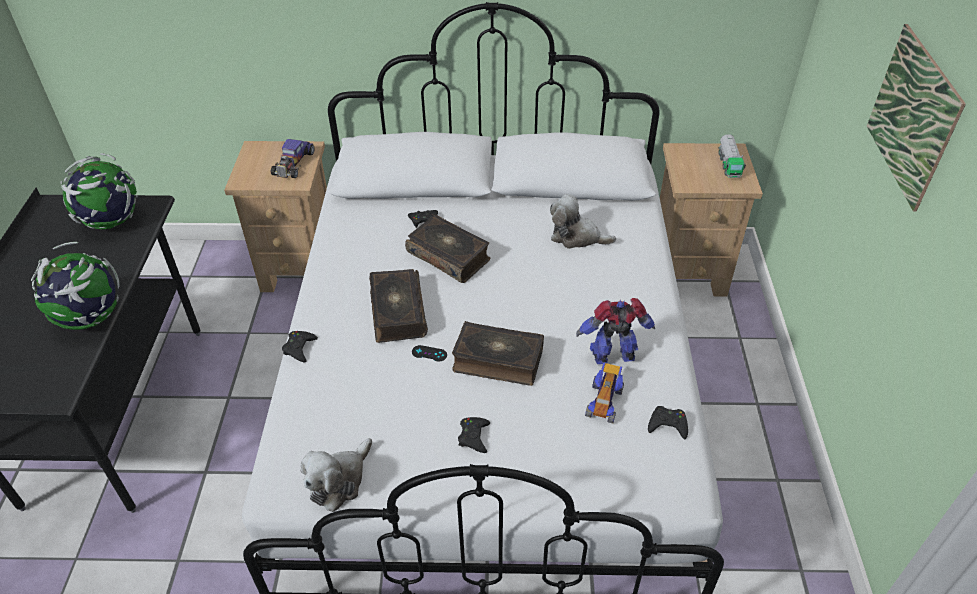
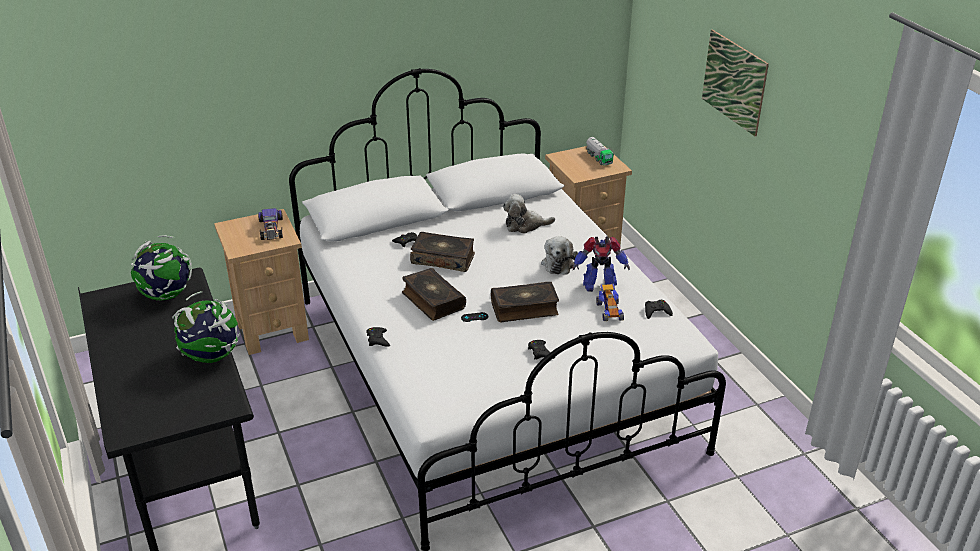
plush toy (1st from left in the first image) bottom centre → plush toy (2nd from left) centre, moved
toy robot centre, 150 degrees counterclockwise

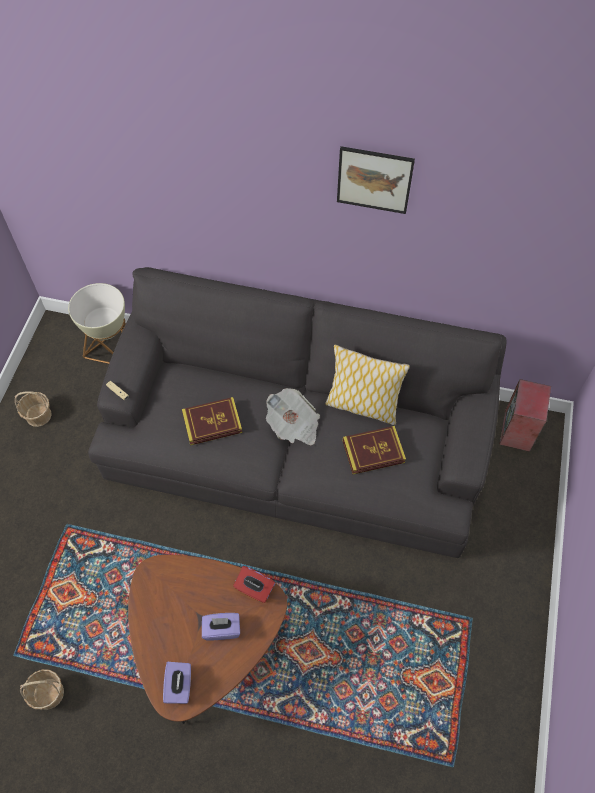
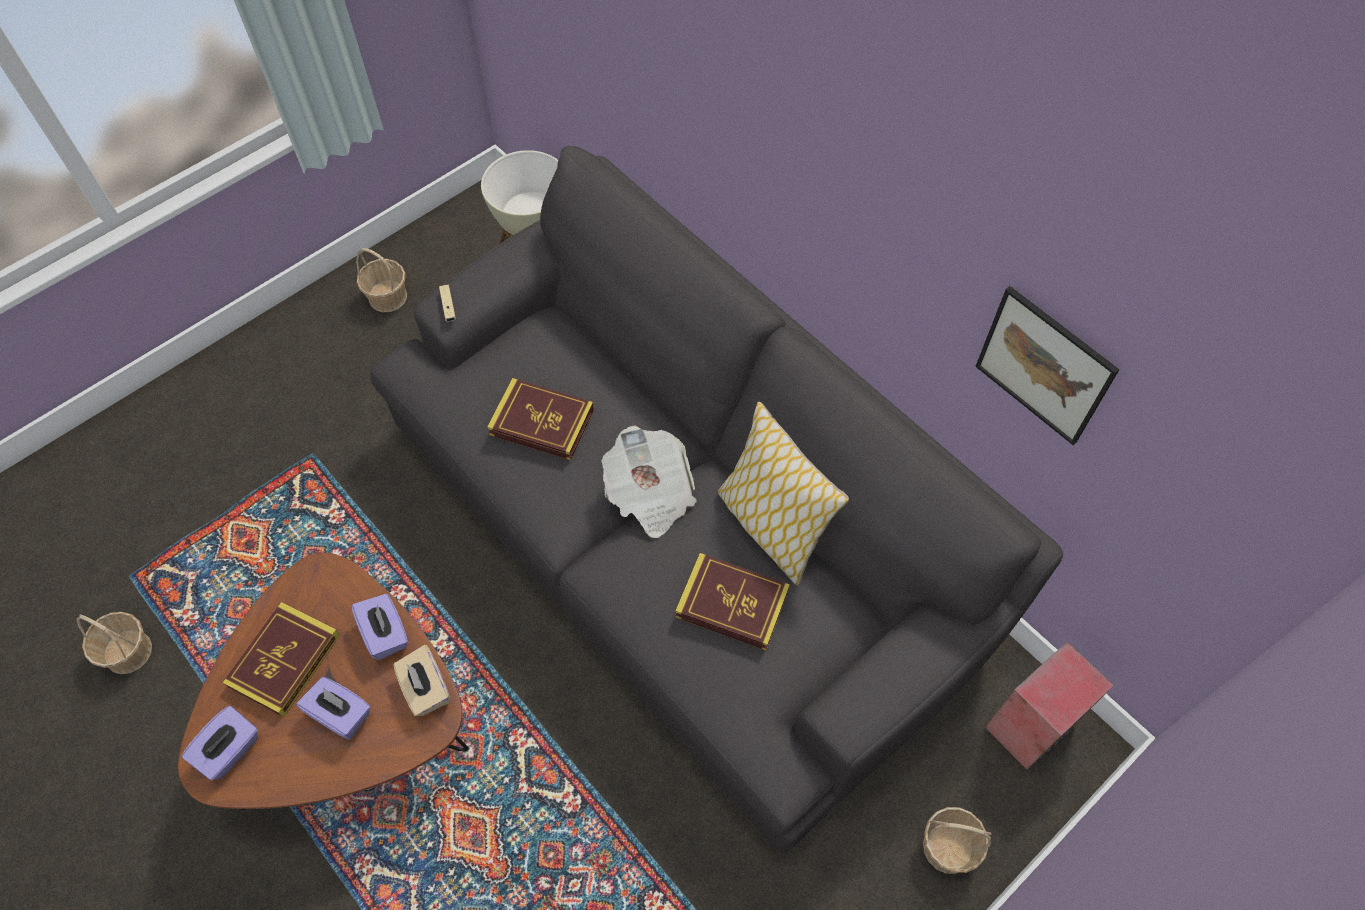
- → book (1st from left) bottom left
- → purple tissue box (3rd from left) bottom left
- → basket (3rd from left) bottom right
picture top centre → picture middle right, moved
red tissue box bottom centre → beige tissue box bottom left

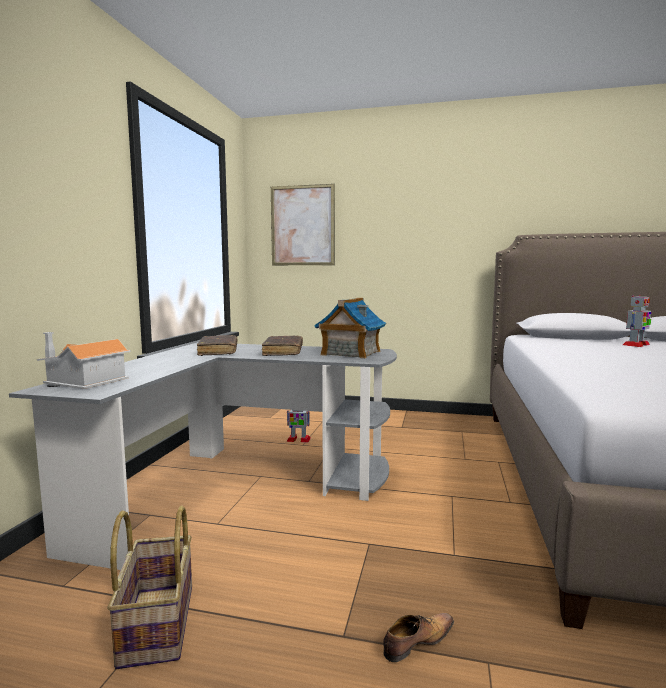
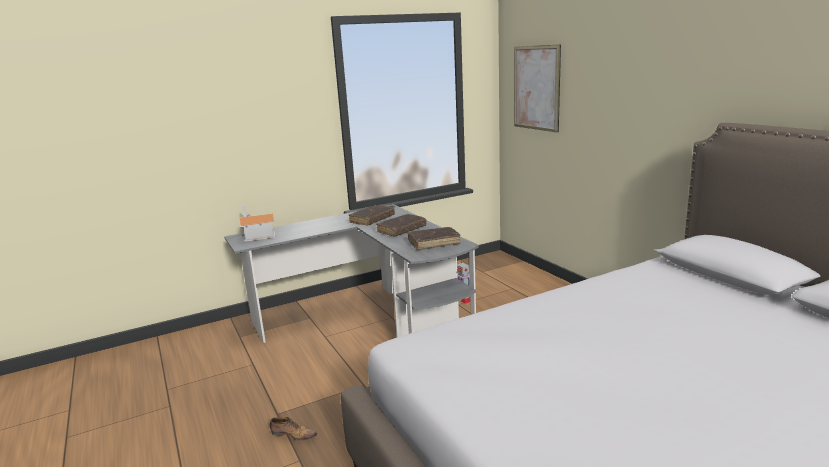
basket bottom left → -
toy robot (2nd from left) middle right → -
toy house (2nd from left) centre → brown book (3rd from left) centre

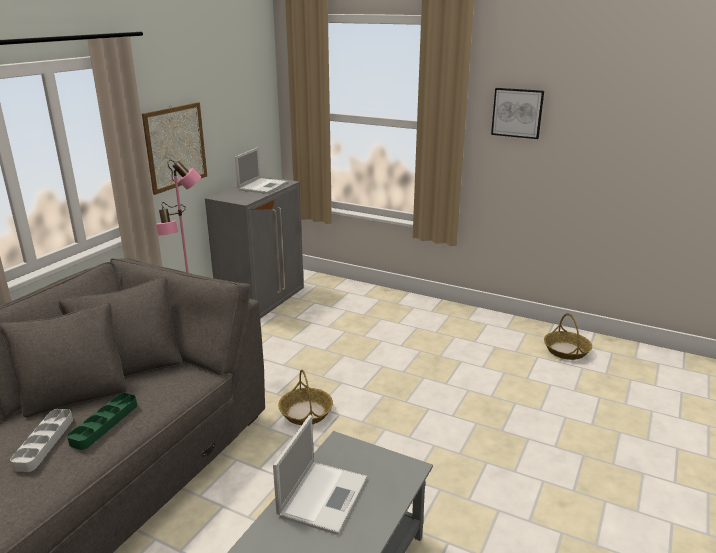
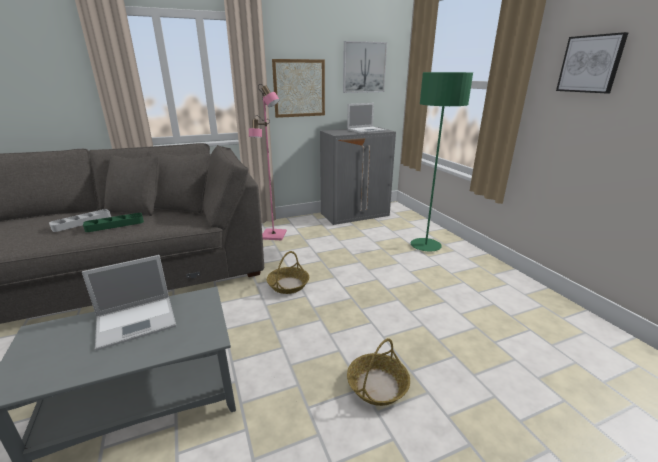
- → picture (2nd from left) top centre
- → green floor lamp middle right
basket (2nd from left) middle right → basket (2nd from left) bottom centre, moved

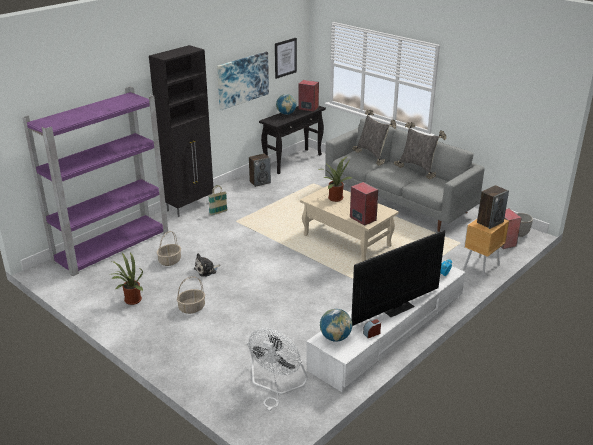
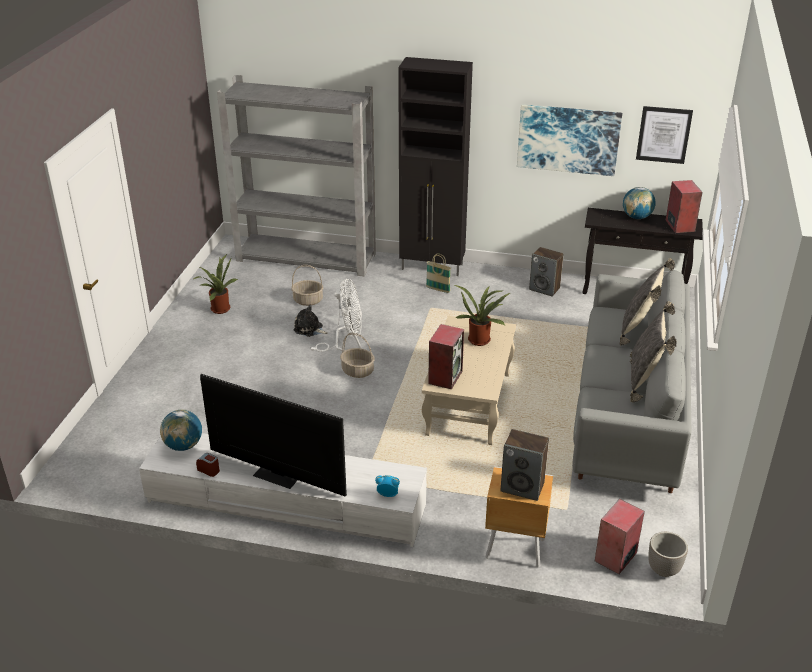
basket (2nd from left) middle left → basket (2nd from left) centre, moved
white fan bottom centre → white fan centre, moved
purple bookcase middle left → grey bookcase top centre

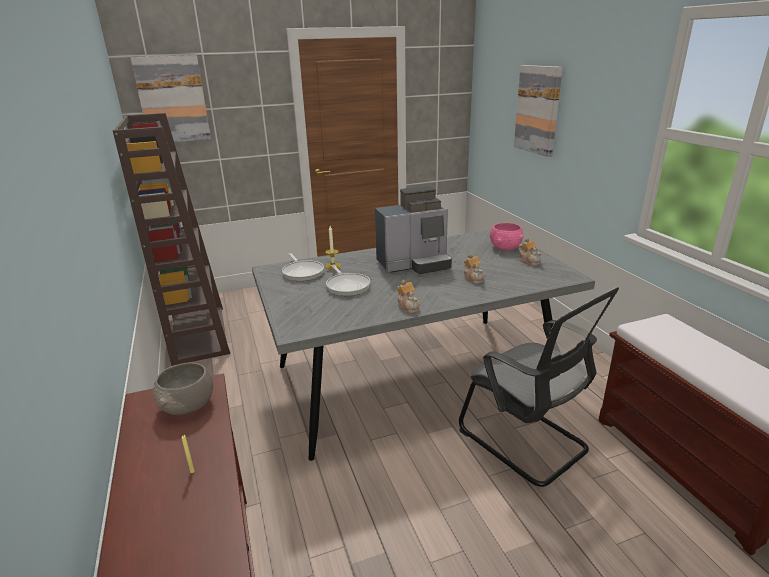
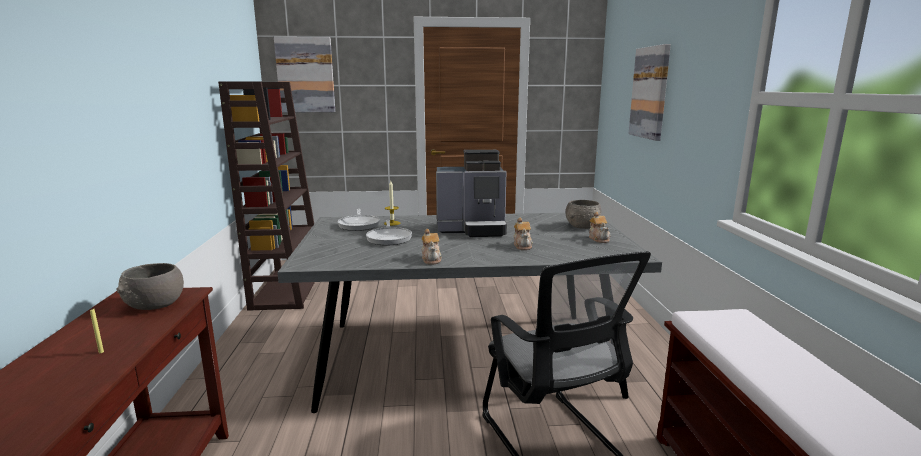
pink bowl centre → grey bowl (2nd from left) centre

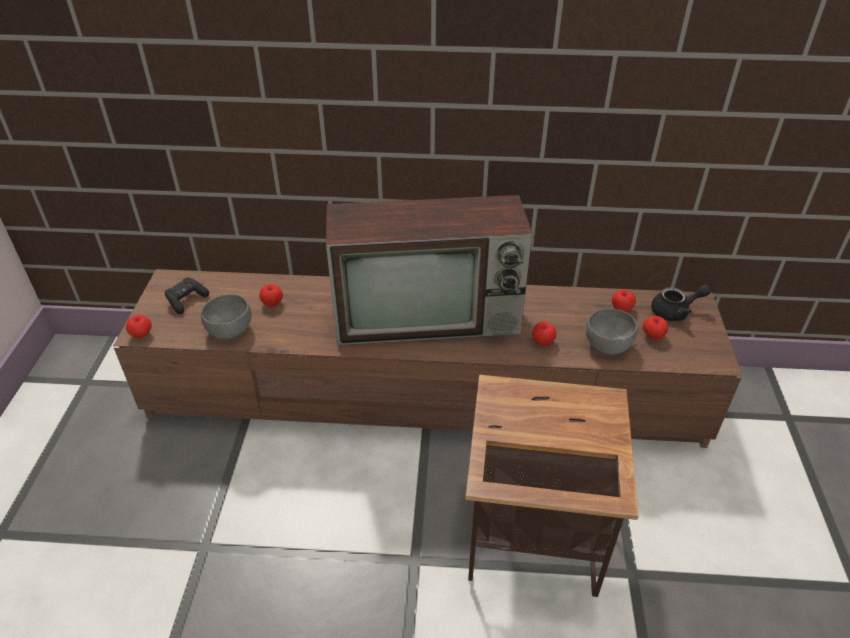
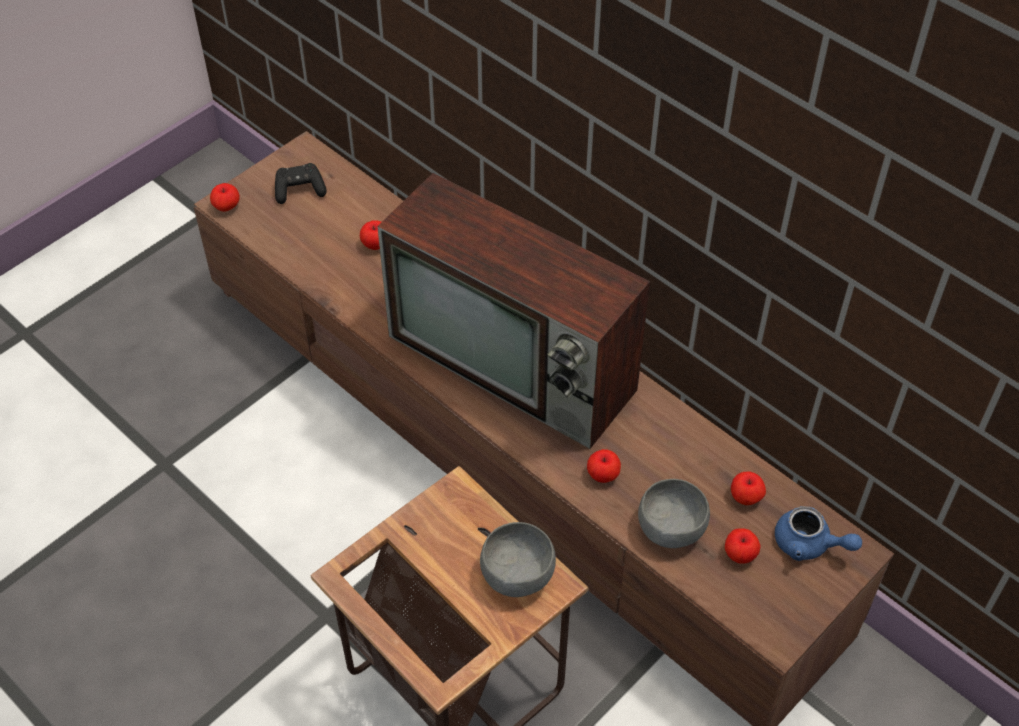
grey bowl (1st from left) middle left → grey bowl (1st from left) bottom centre, moved
black teapot middle right → blue teapot bottom right

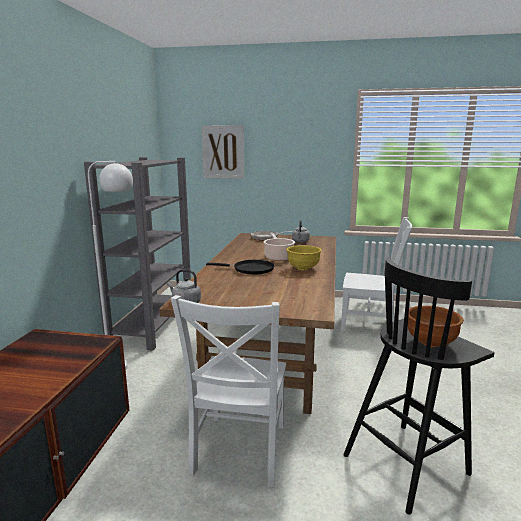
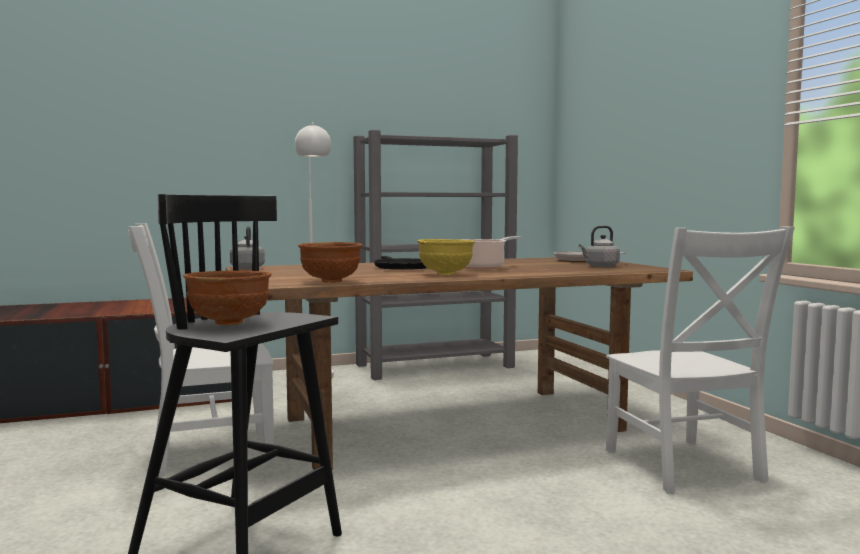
picture top centre → -
- → brown bowl (2nd from left) centre

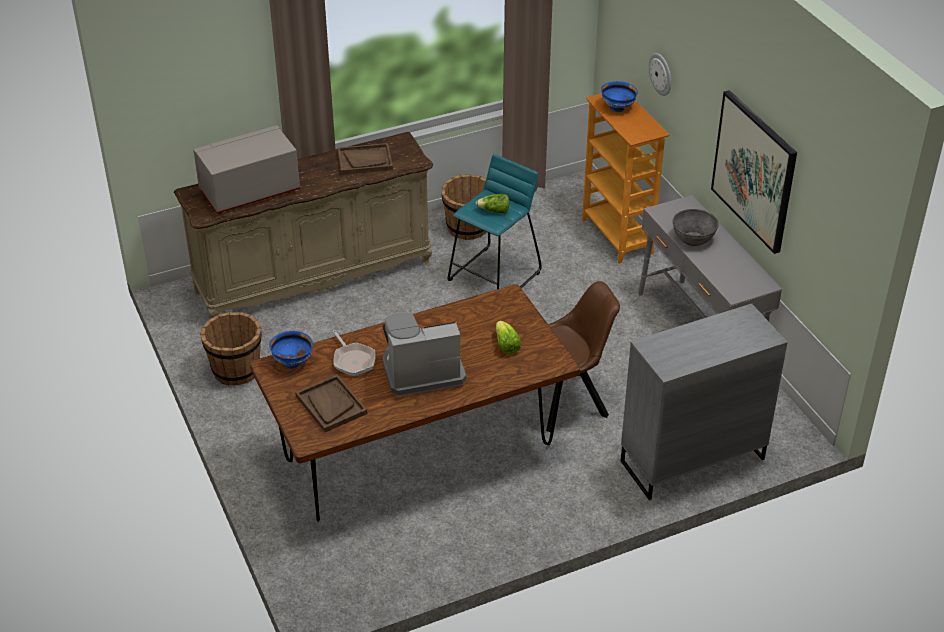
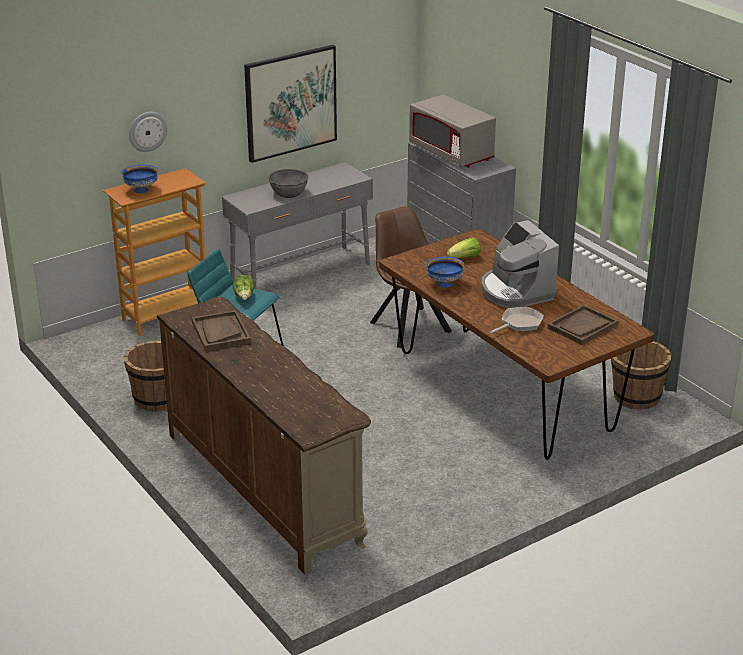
grey microwave top left → grey microwave top centre, moved
brown bucket (1st from left in the first image) middle left → brown bucket (2nd from left) middle right, moved
blue bowl (1st from left in the first image) middle left → blue bowl (2nd from left) centre, moved

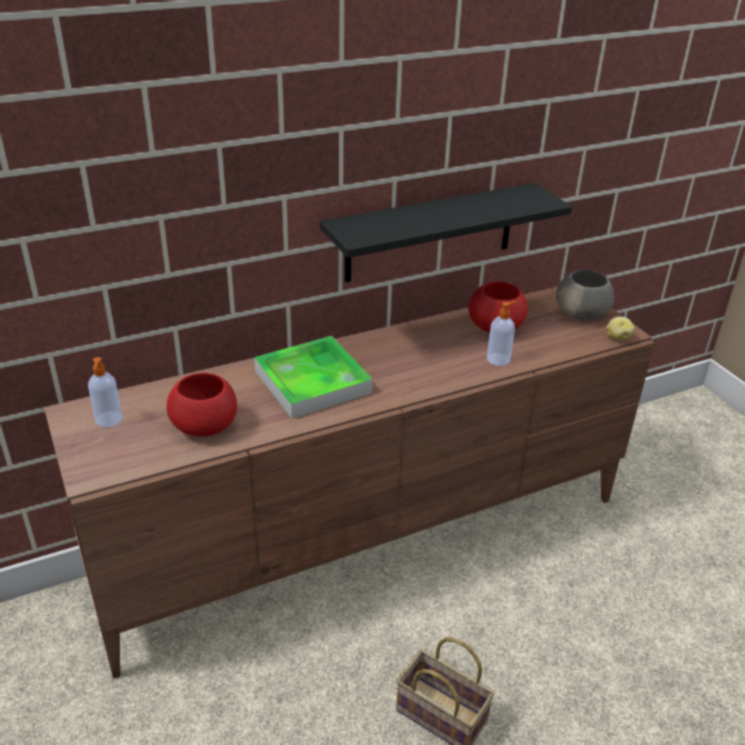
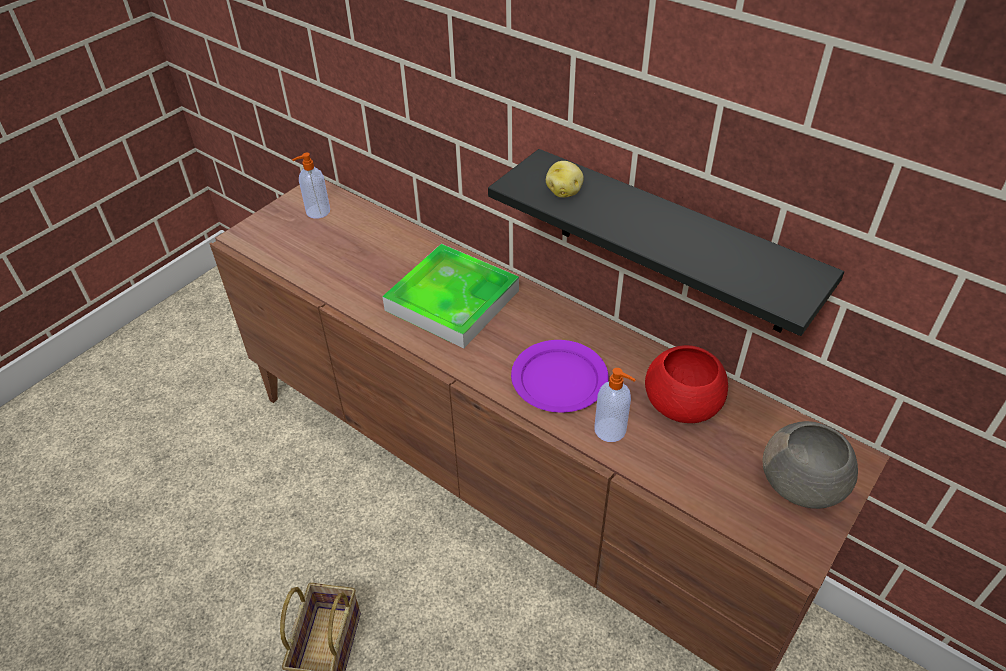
red bowl (1st from left) middle left → -
- → purple plate centre
potato middle right → potato top centre, moved

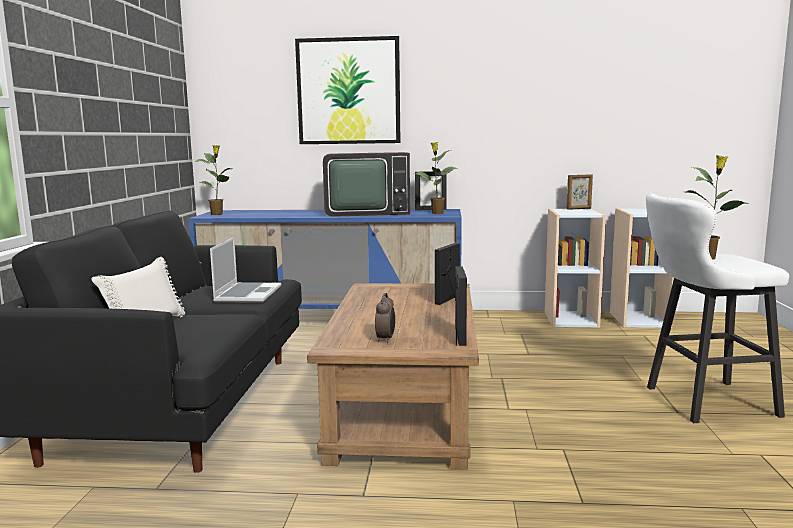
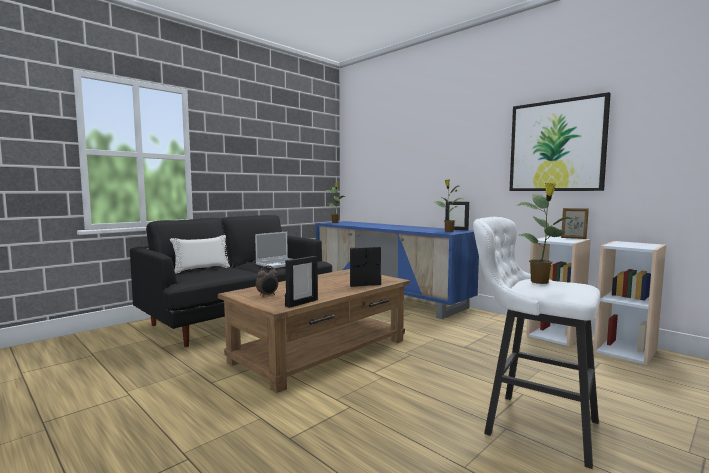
television centre → -
picture top centre → picture top right, moved

